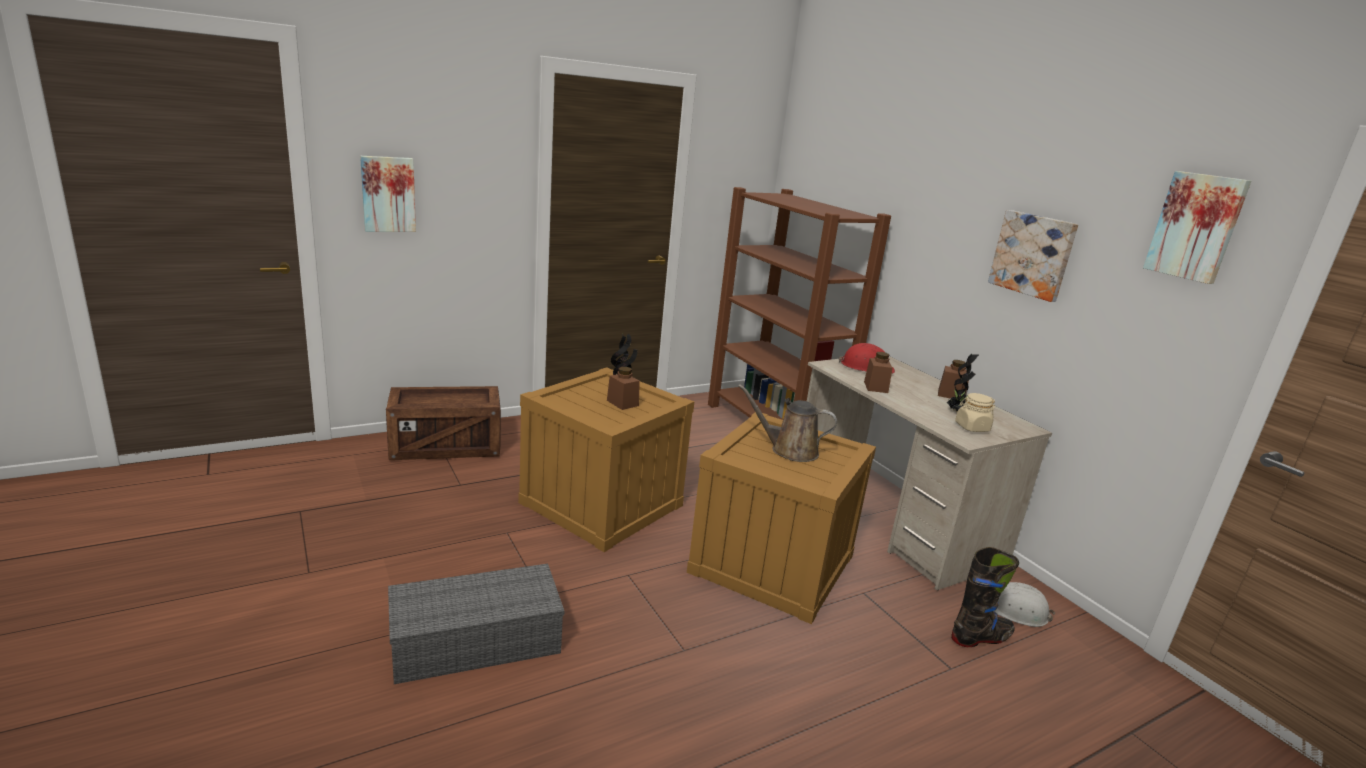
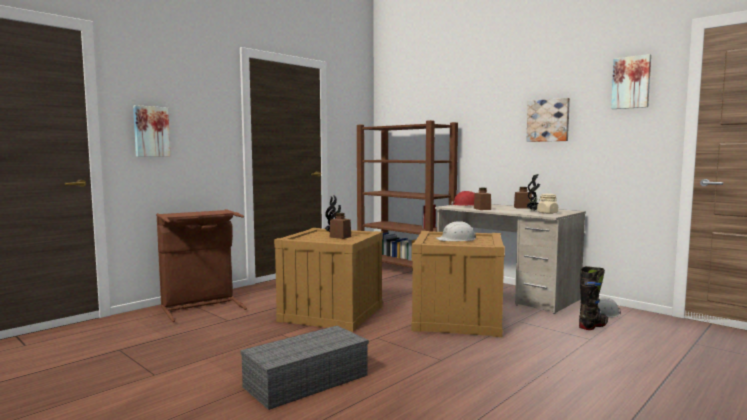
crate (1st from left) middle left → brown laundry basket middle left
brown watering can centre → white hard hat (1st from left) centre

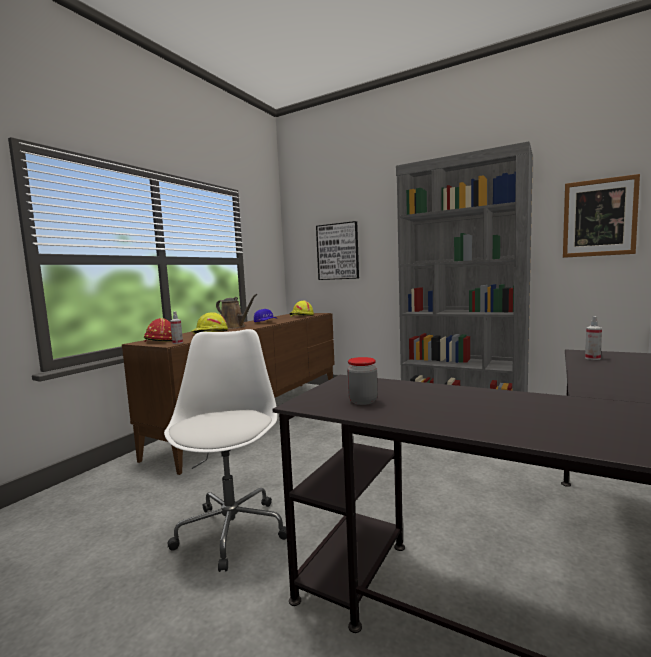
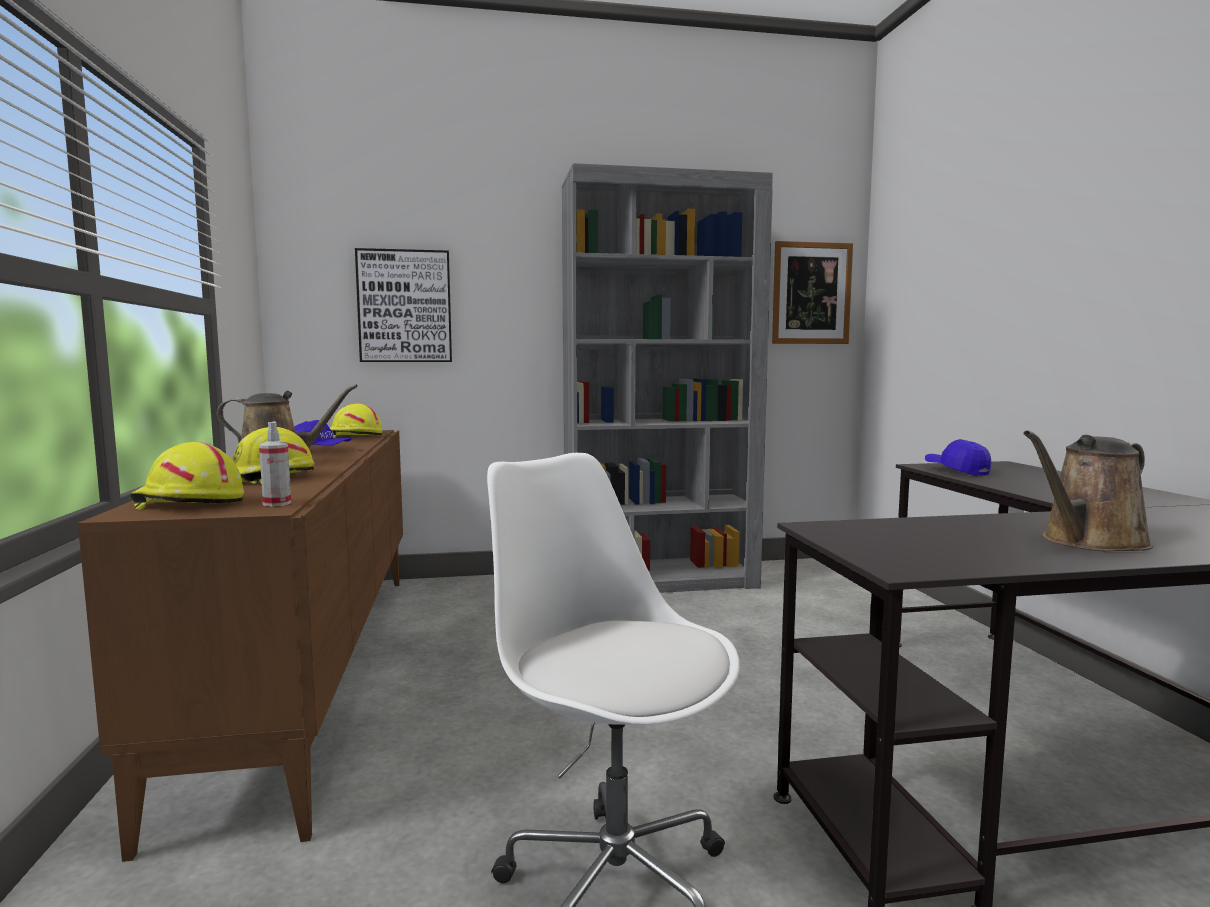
jar centre → -
- → brown watering can (2nd from left) middle right
spray bottle (2nd from left) middle right → blue cap (2nd from left) middle right
red hard hat middle left → yellow hard hat (1st from left) middle left

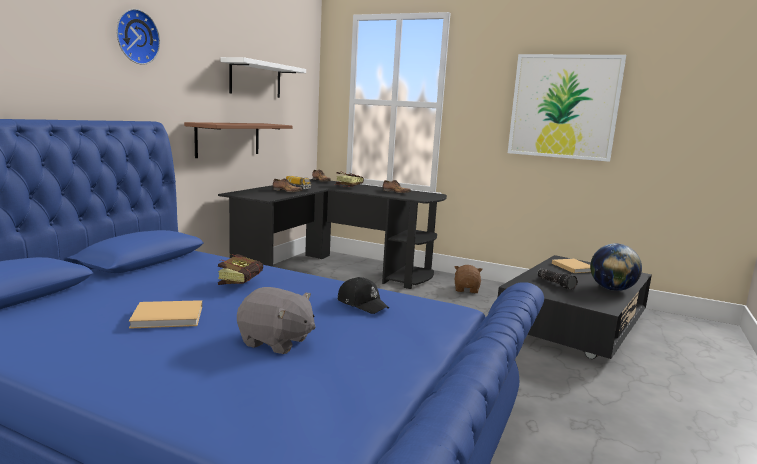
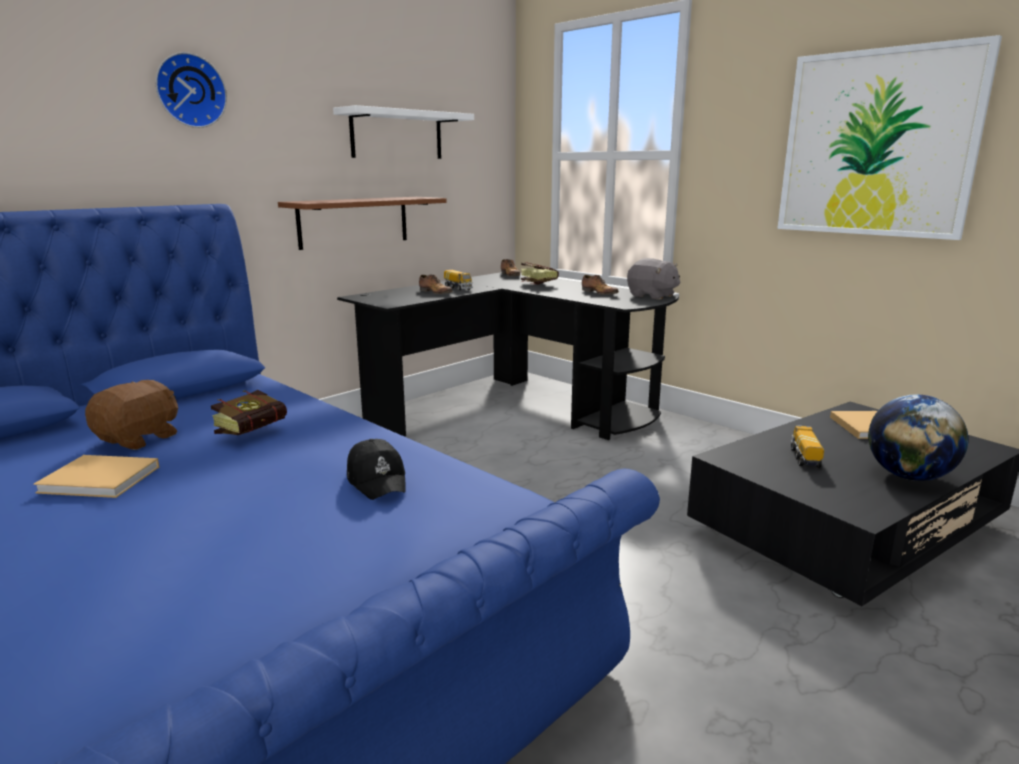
grey plush toy bottom centre → grey plush toy centre, moved
brown plush toy centre → brown plush toy middle left, moved
flashlight middle right → toy truck (2nd from left) middle right

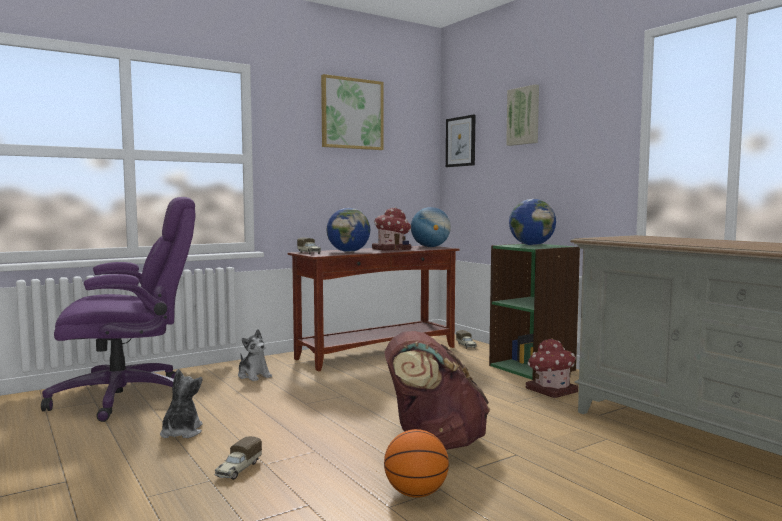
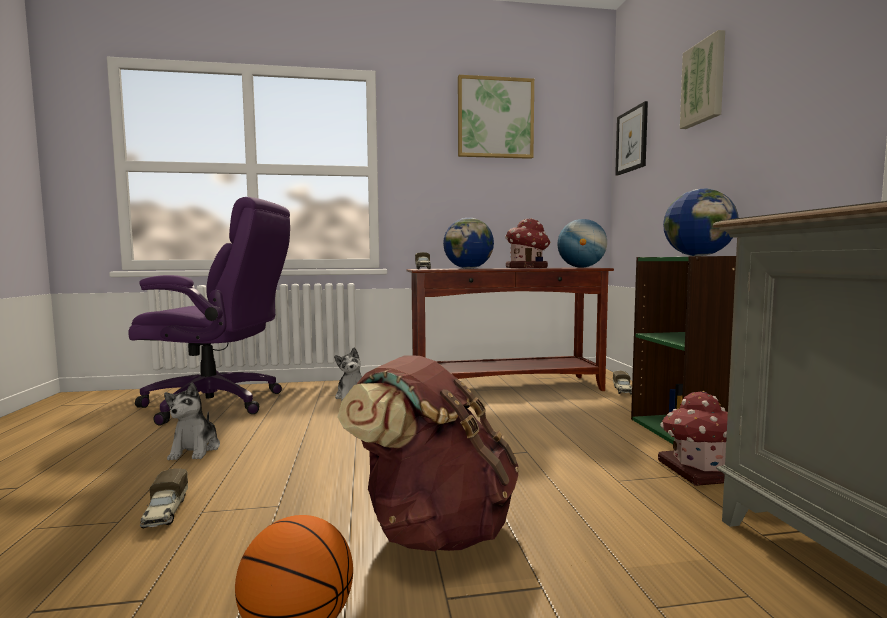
plush toy (1st from left) bottom left, 150 degrees clockwise
toy truck (1st from left) bottom left, 60 degrees counterclockwise

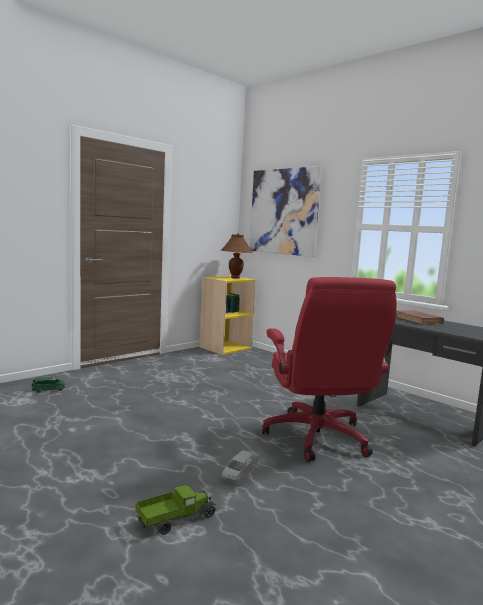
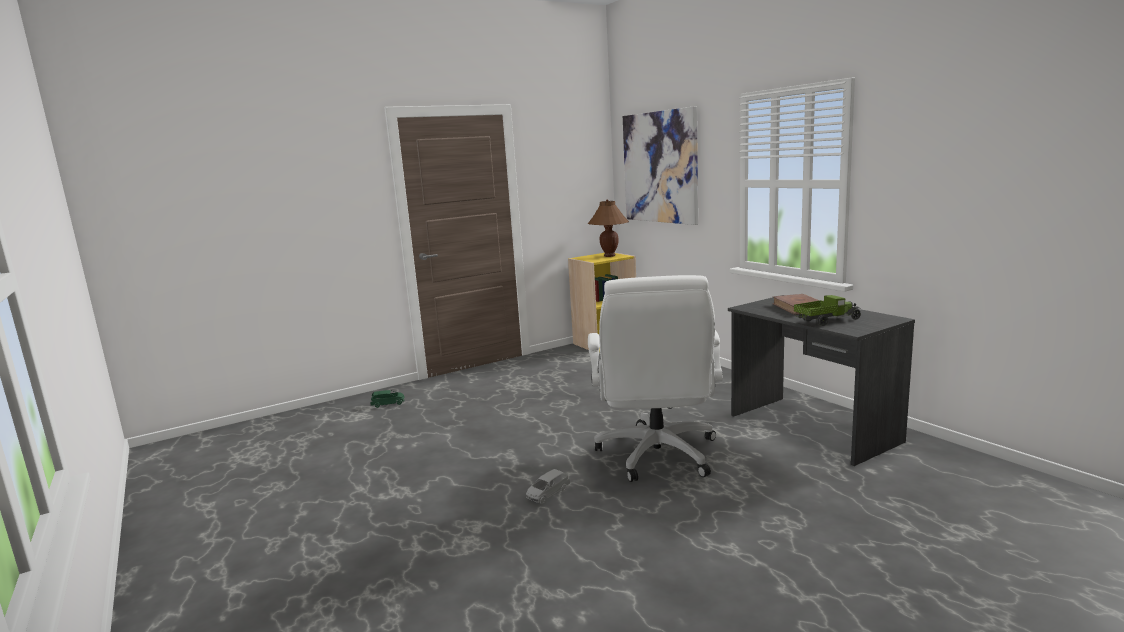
toy truck bottom centre → toy truck middle right, moved
red office chair middle right → white office chair centre

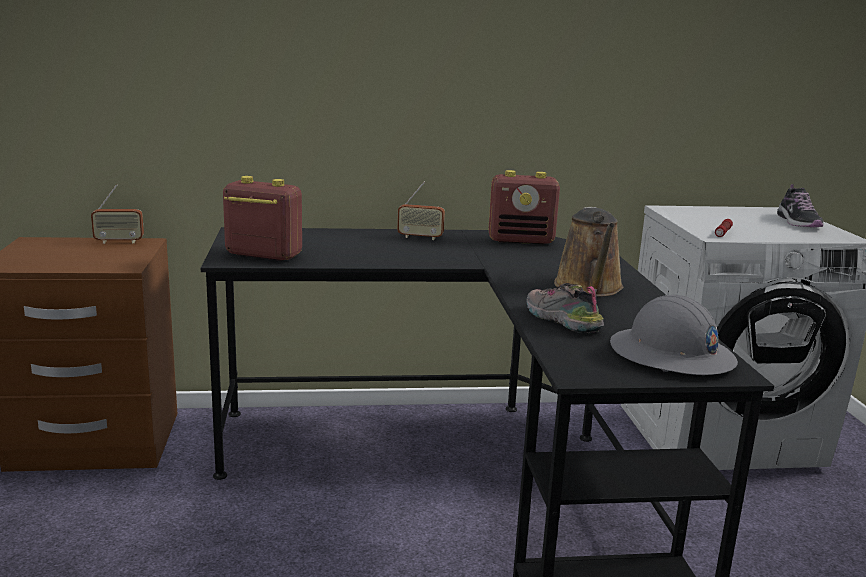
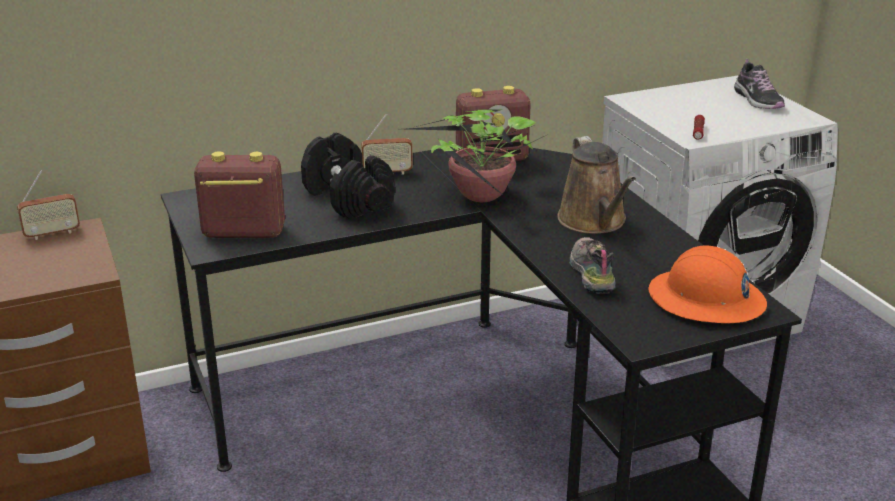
- → black dumbbell centre
- → potted plant top centre
grey hard hat middle right → orange hard hat middle right
shoe (1st from left) centre, 45 degrees clockwise

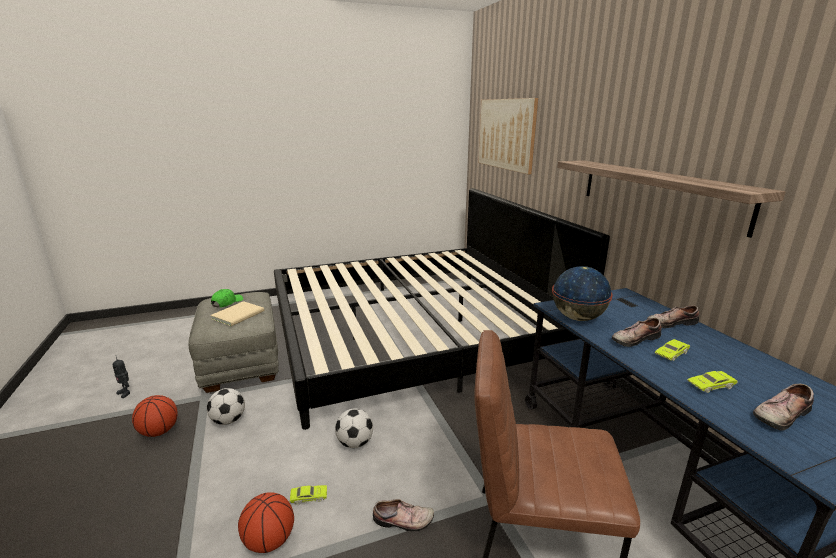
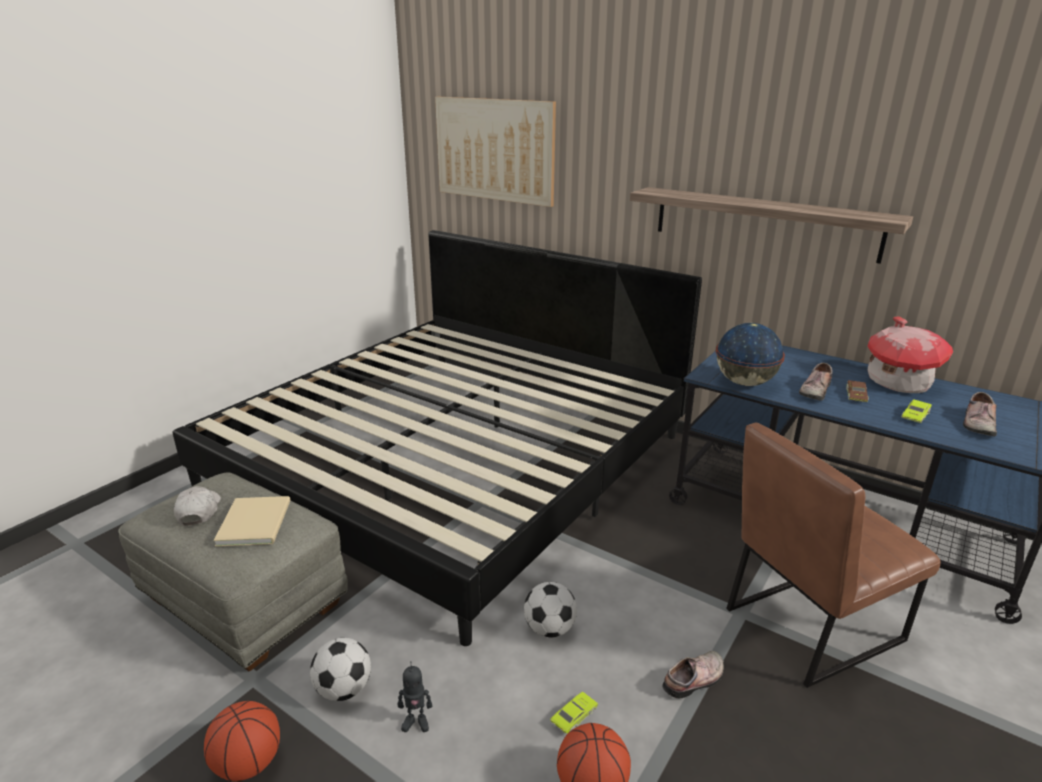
shoe (3rd from left) middle right → -
- → toy house middle right
toy robot bottom left → toy robot bottom centre, moved
green cap middle left → white cap middle left
green toy car (2nd from left) middle right → brown toy car middle right

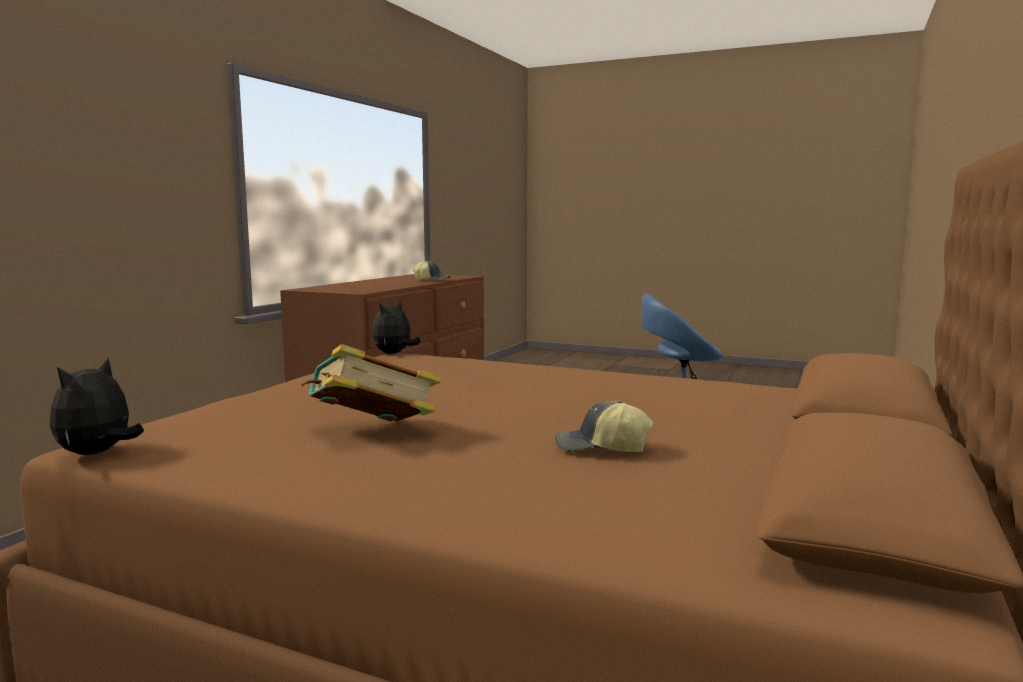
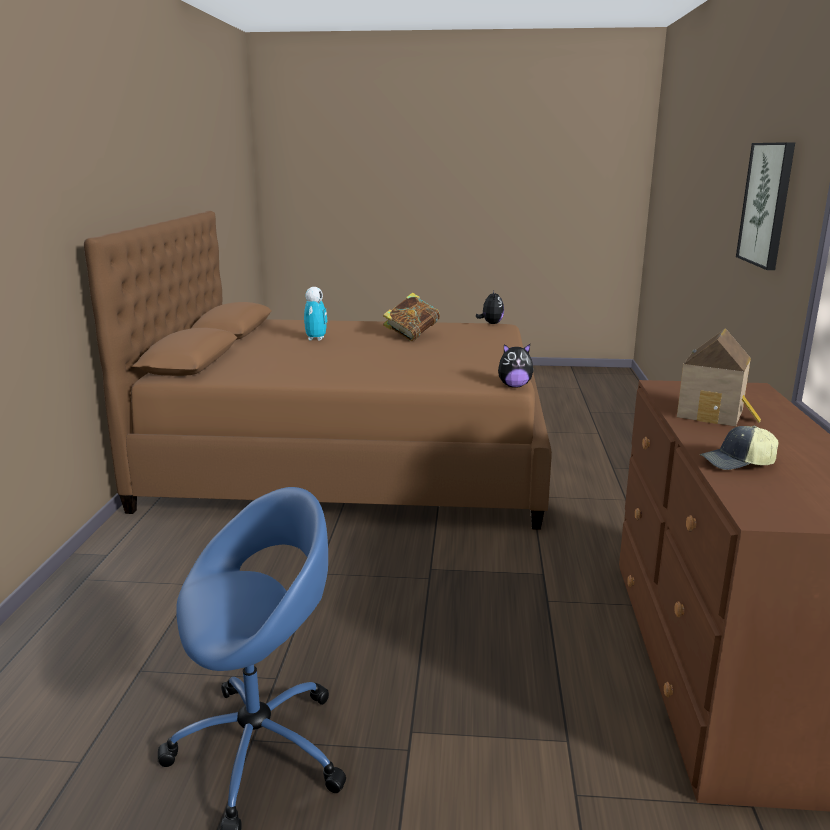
- → toy house middle right
- → picture top right
cap (2nd from left) centre → toy robot centre
plush toy (2nd from left) centre, 75 degrees clockwise

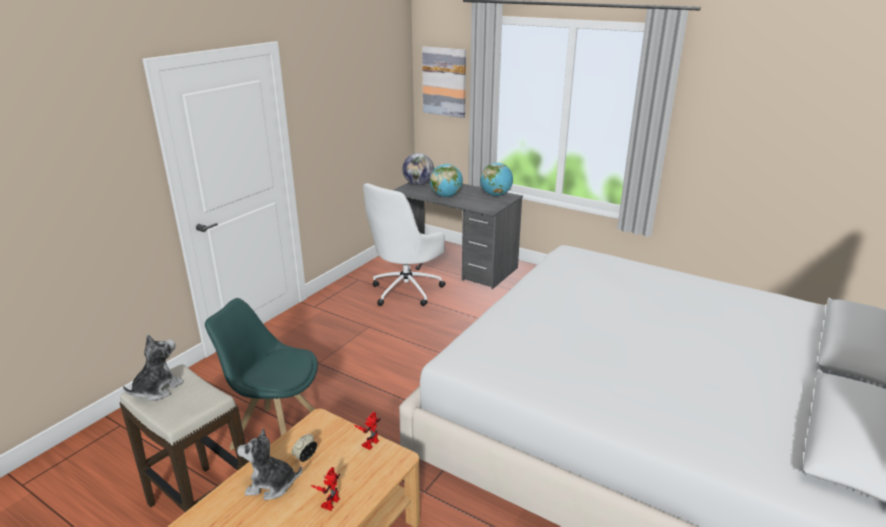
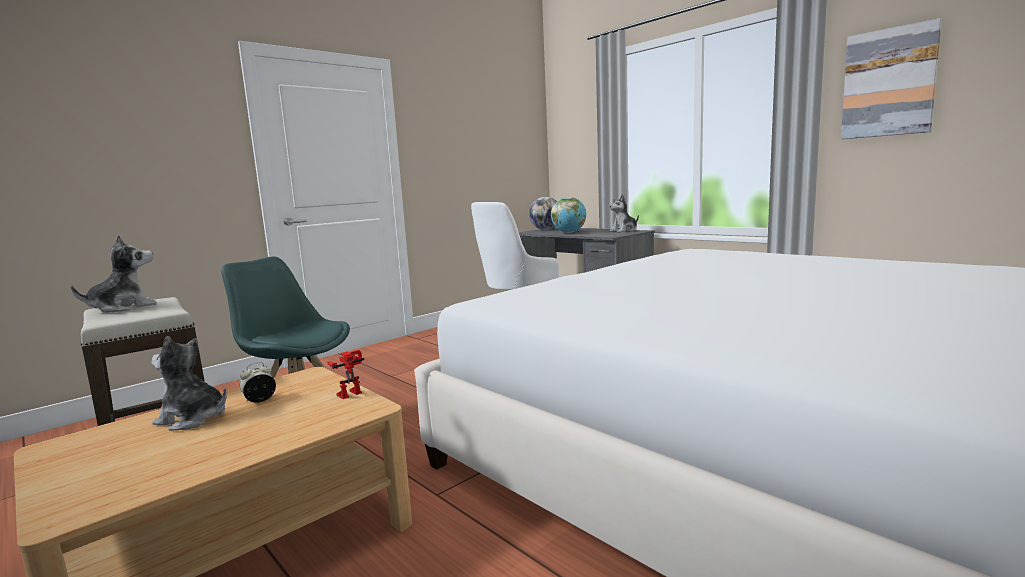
toy robot (1st from left) bottom centre → -
picture top centre → picture top right, moved
globe (3rd from left) centre → plush toy (3rd from left) centre

